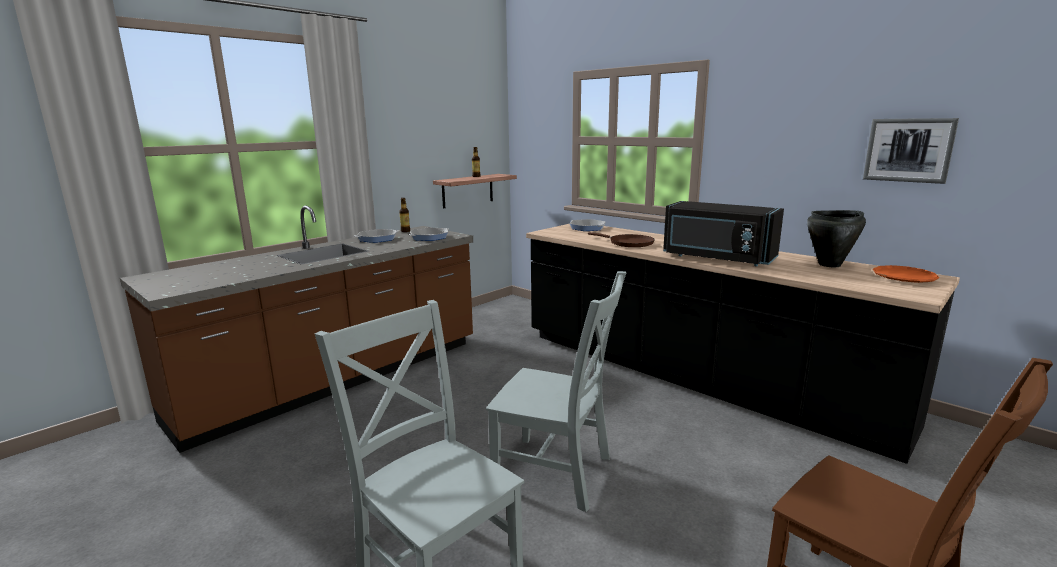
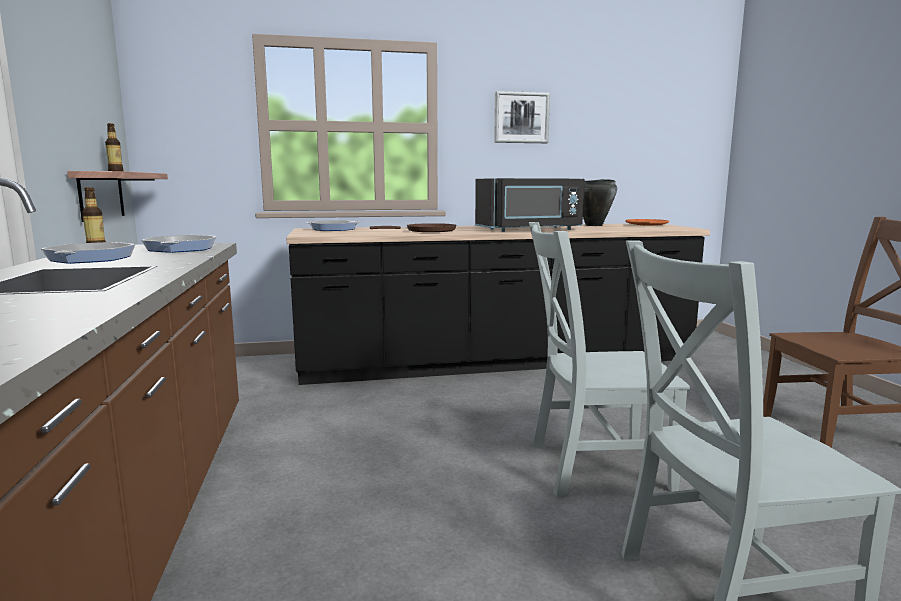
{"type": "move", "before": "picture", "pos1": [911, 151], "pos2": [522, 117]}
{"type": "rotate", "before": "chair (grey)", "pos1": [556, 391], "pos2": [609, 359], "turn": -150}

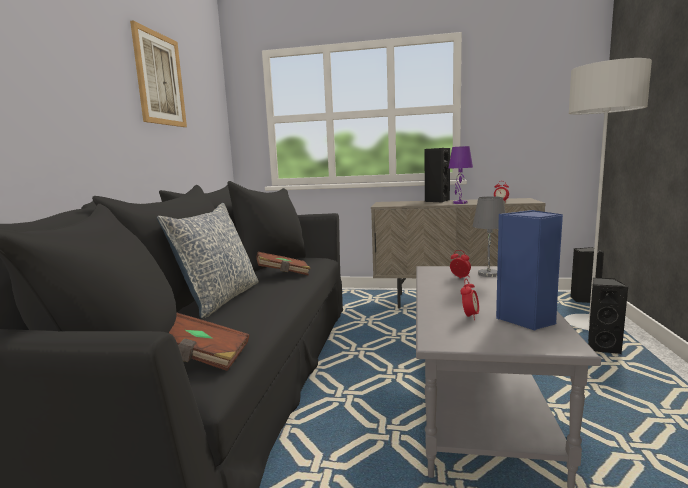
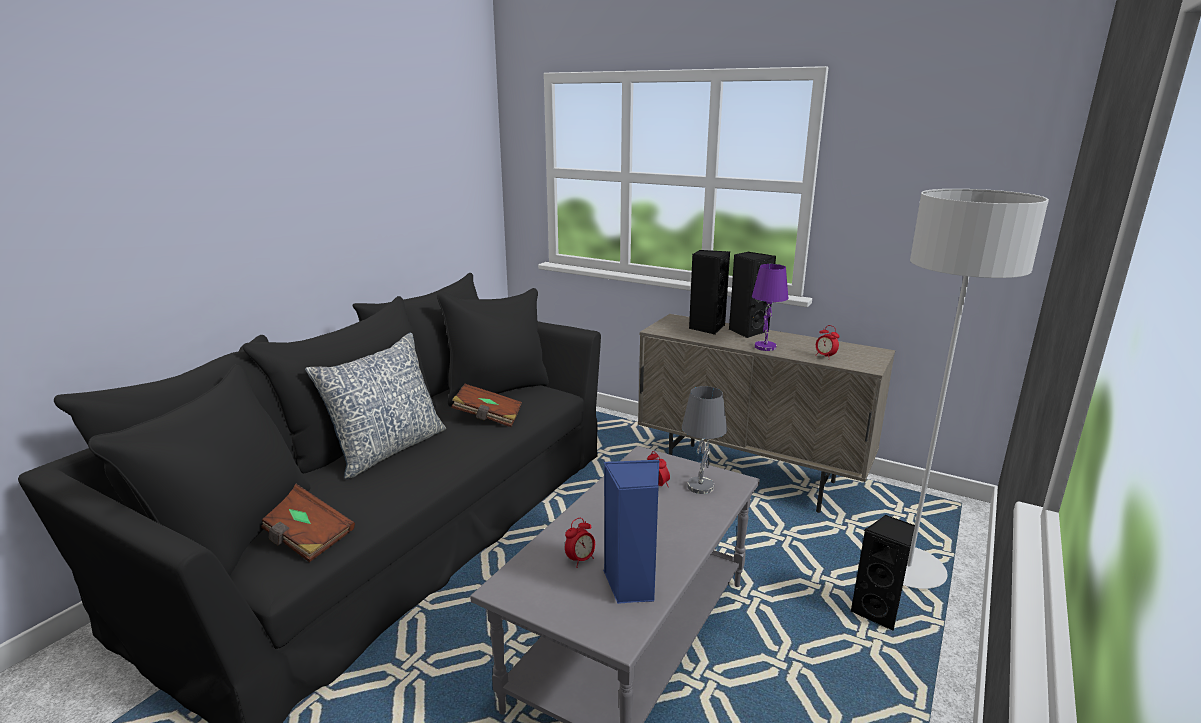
{"type": "move", "before": "speaker (black)", "pos1": [587, 275], "pos2": [709, 292]}
{"type": "delete", "before": "picture", "pos1": [158, 74]}

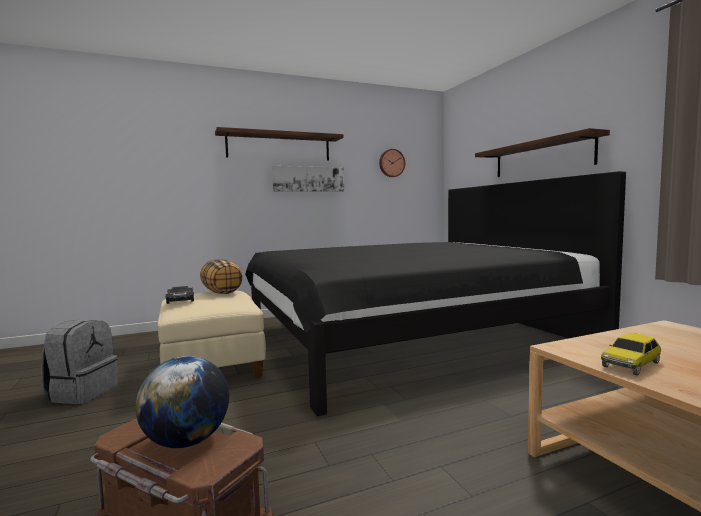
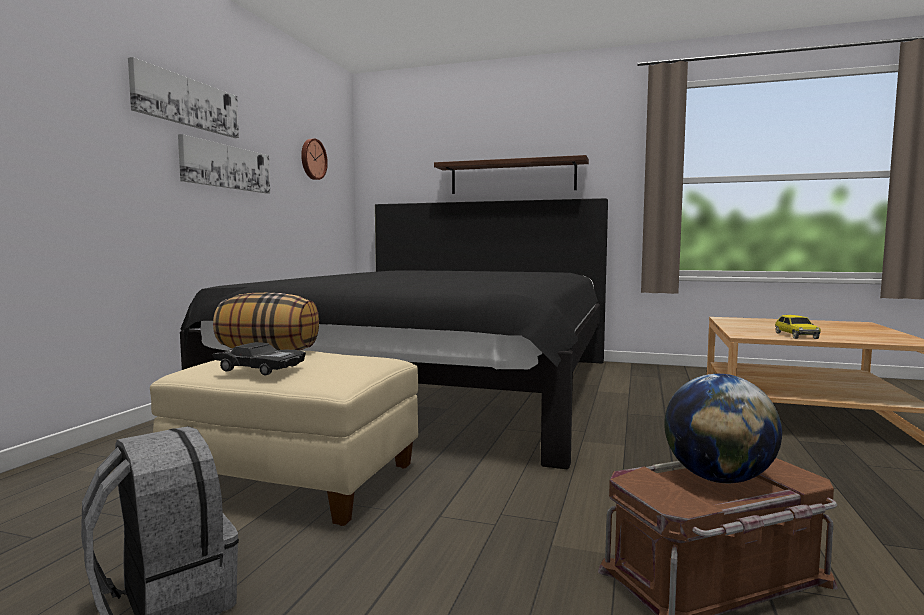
{"type": "replace", "before": "shelf", "after": "picture", "pos1": [279, 144], "pos2": [183, 97]}

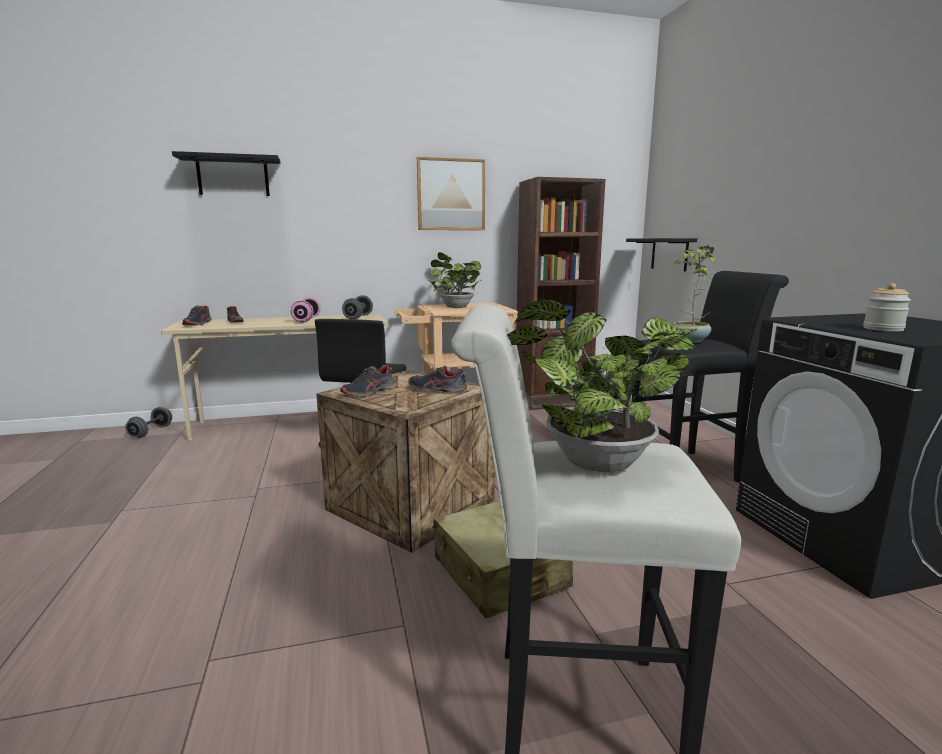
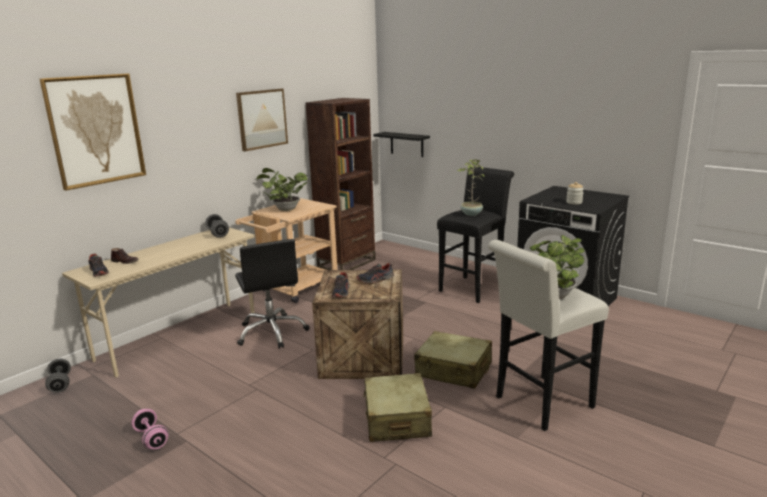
{"type": "replace", "before": "shelf (black)", "after": "picture", "pos1": [226, 173], "pos2": [93, 132]}
{"type": "move", "before": "dumbbell (pink)", "pos1": [306, 310], "pos2": [149, 429]}
{"type": "insert", "after": "suitcase (beige)", "pos2": [397, 407]}

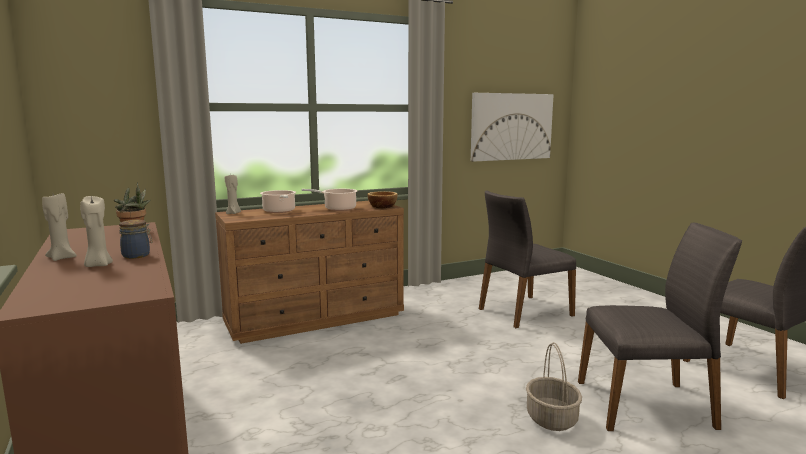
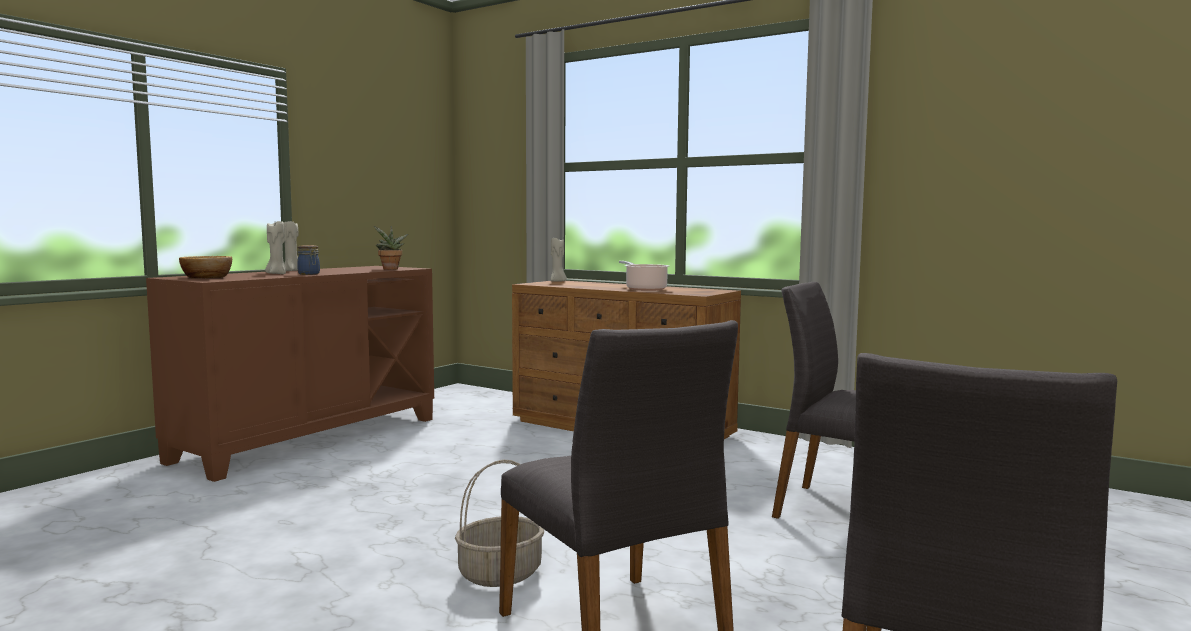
{"type": "move", "before": "bowl", "pos1": [382, 199], "pos2": [205, 267]}
{"type": "delete", "before": "cooking pot", "pos1": [278, 201]}
{"type": "delete", "before": "picture", "pos1": [512, 127]}

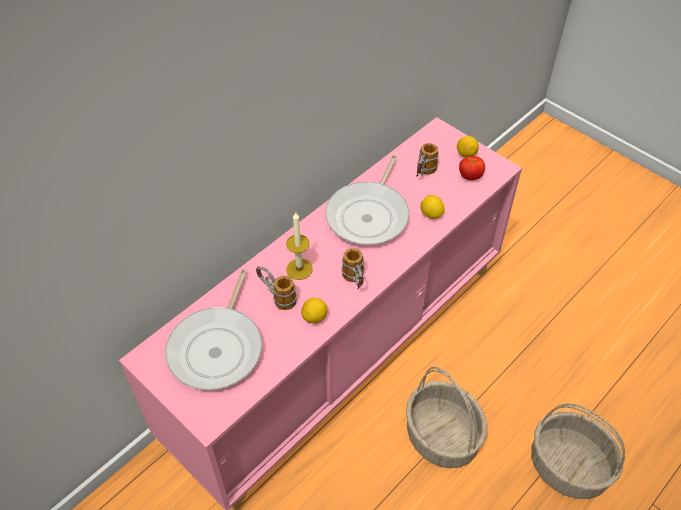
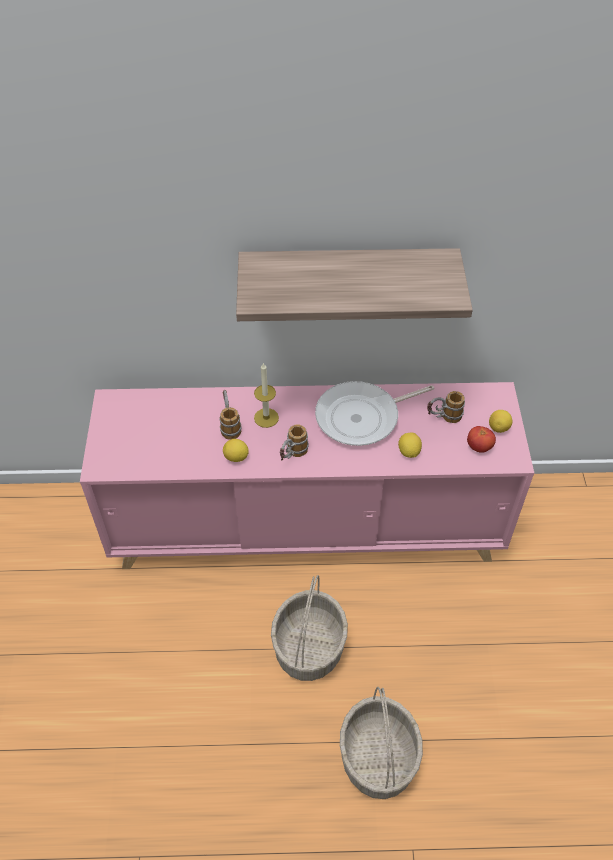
{"type": "insert", "after": "shelf", "pos2": [354, 284]}
{"type": "delete", "before": "frying pan", "pos1": [213, 329]}

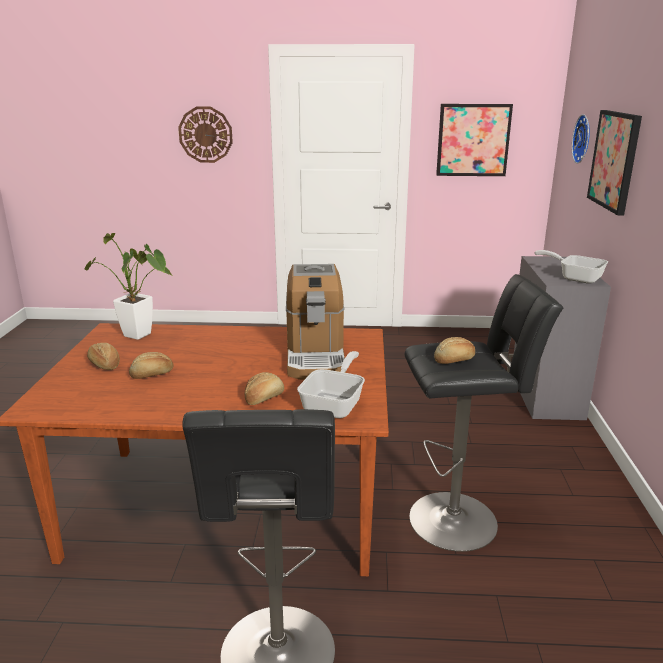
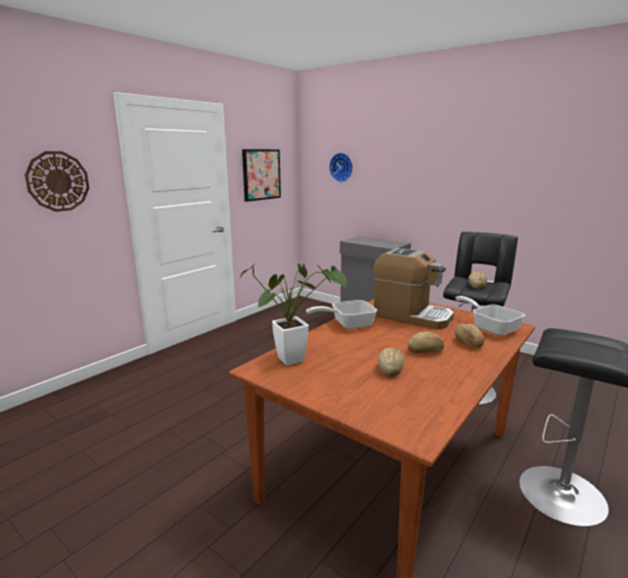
{"type": "move", "before": "frying pan", "pos1": [571, 267], "pos2": [341, 314]}
{"type": "move", "before": "bread", "pos1": [103, 356], "pos2": [426, 342]}
{"type": "delete", "before": "picture", "pos1": [614, 162]}

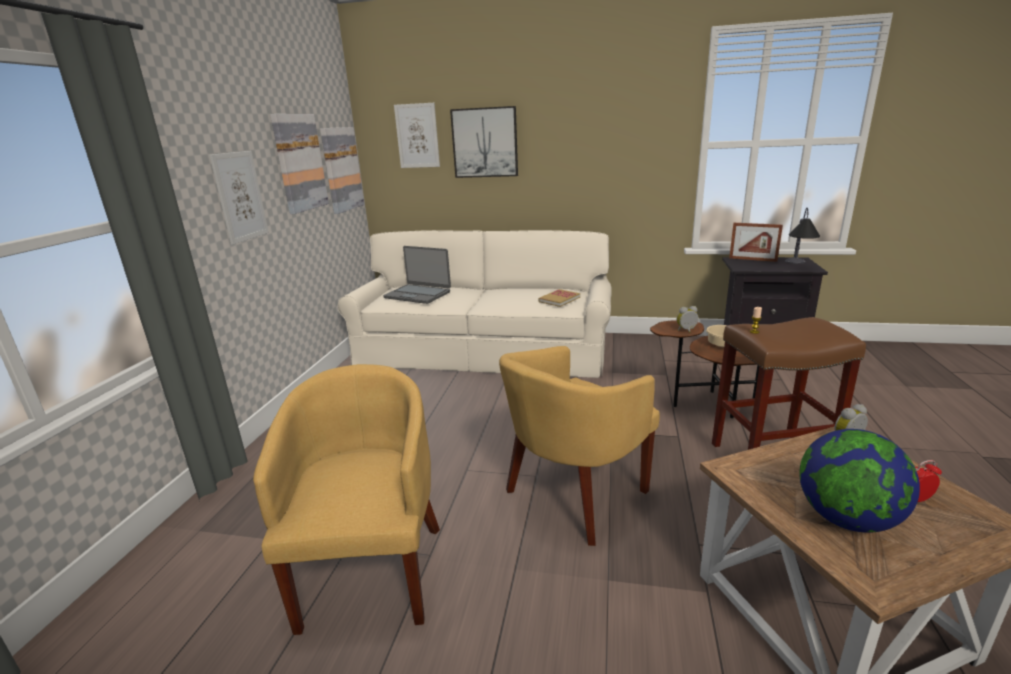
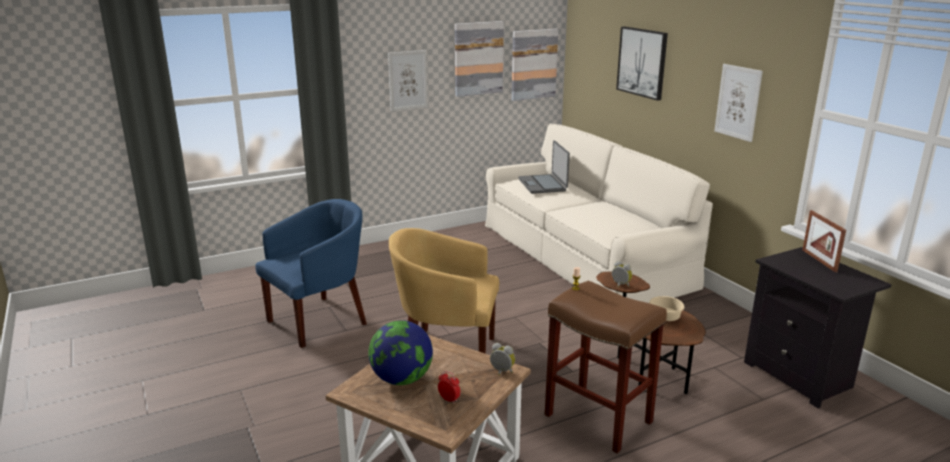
{"type": "recolor", "before": "armchair (yellow)", "after": "armchair (blue)", "pos1": [346, 499], "pos2": [311, 273]}
{"type": "move", "before": "picture", "pos1": [417, 135], "pos2": [738, 103]}
{"type": "delete", "before": "book", "pos1": [559, 298]}
{"type": "delete", "before": "table lamp", "pos1": [802, 236]}

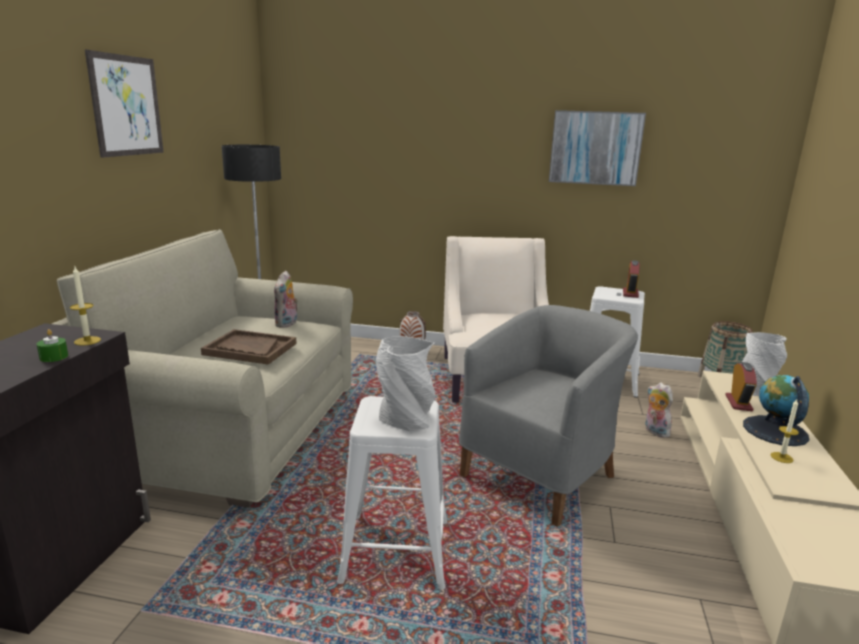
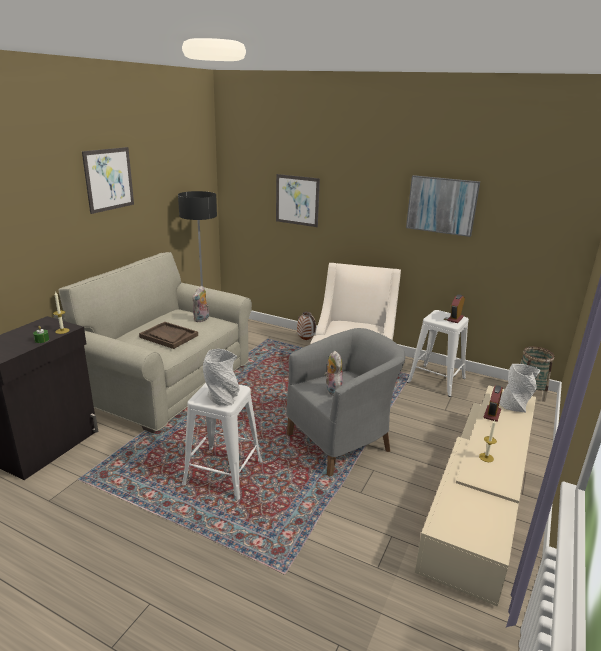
{"type": "insert", "after": "picture", "pos2": [298, 200]}
{"type": "move", "before": "plush toy", "pos1": [659, 410], "pos2": [333, 373]}
{"type": "delete", "before": "globe", "pos1": [776, 410]}

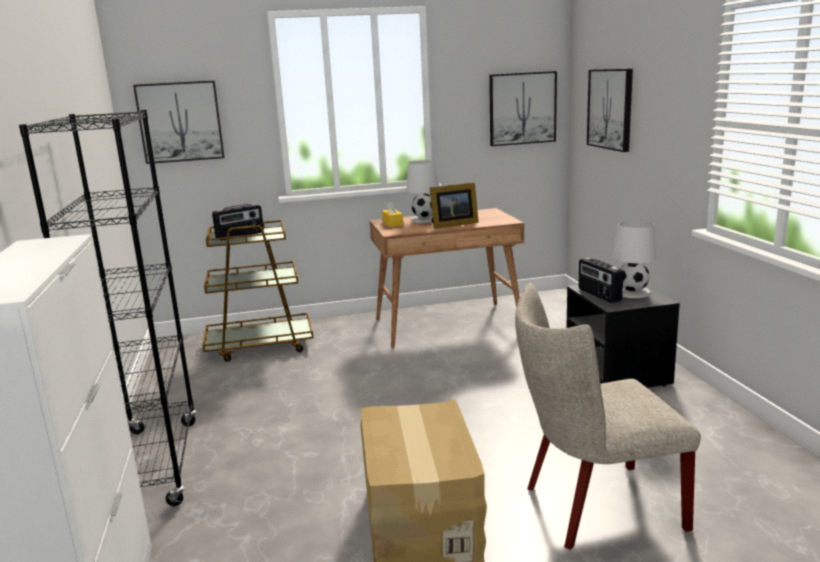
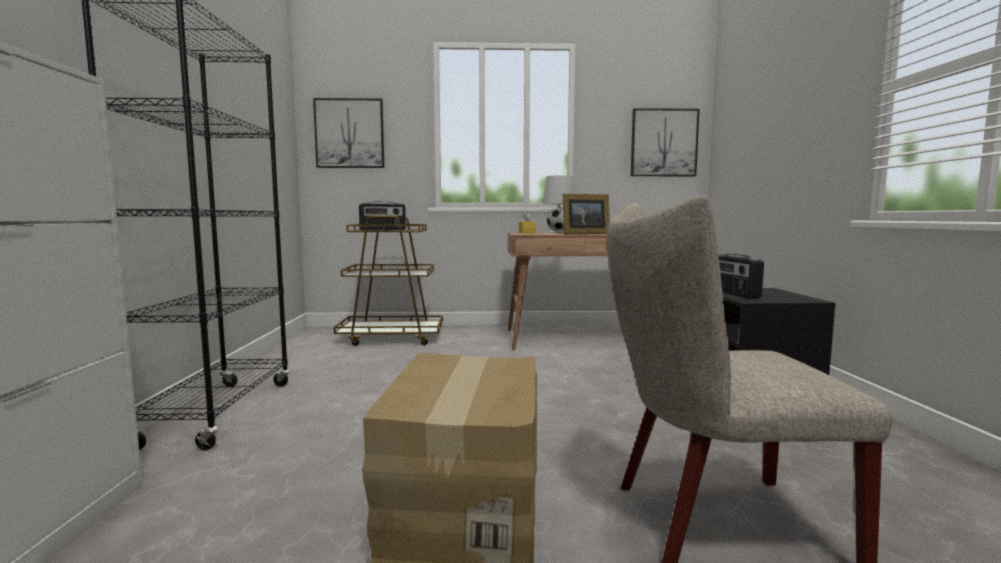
{"type": "delete", "before": "picture", "pos1": [610, 110]}
{"type": "delete", "before": "table lamp (white)", "pos1": [634, 259]}

